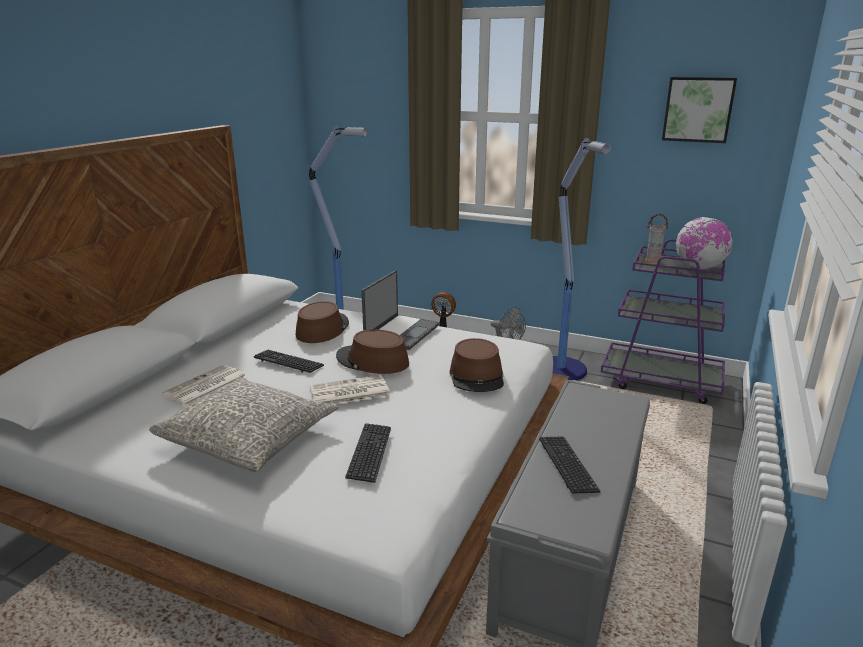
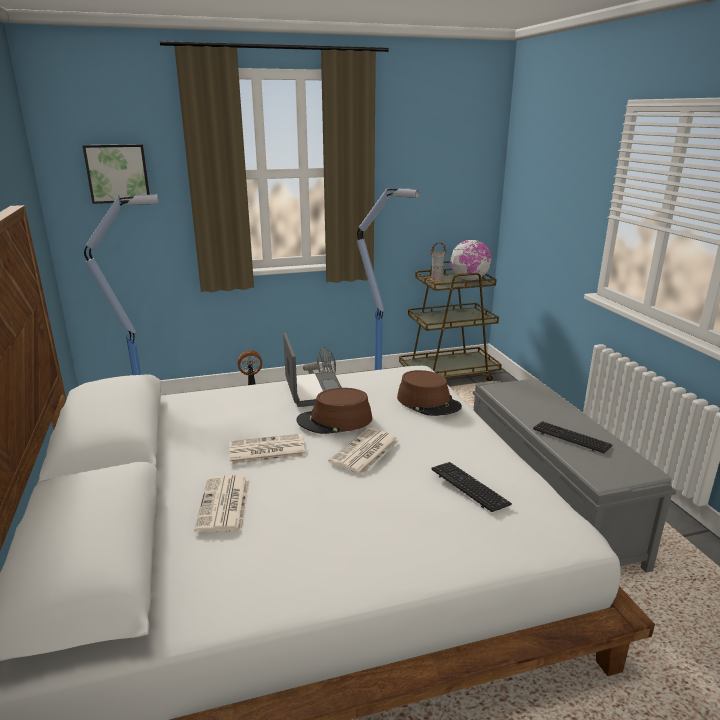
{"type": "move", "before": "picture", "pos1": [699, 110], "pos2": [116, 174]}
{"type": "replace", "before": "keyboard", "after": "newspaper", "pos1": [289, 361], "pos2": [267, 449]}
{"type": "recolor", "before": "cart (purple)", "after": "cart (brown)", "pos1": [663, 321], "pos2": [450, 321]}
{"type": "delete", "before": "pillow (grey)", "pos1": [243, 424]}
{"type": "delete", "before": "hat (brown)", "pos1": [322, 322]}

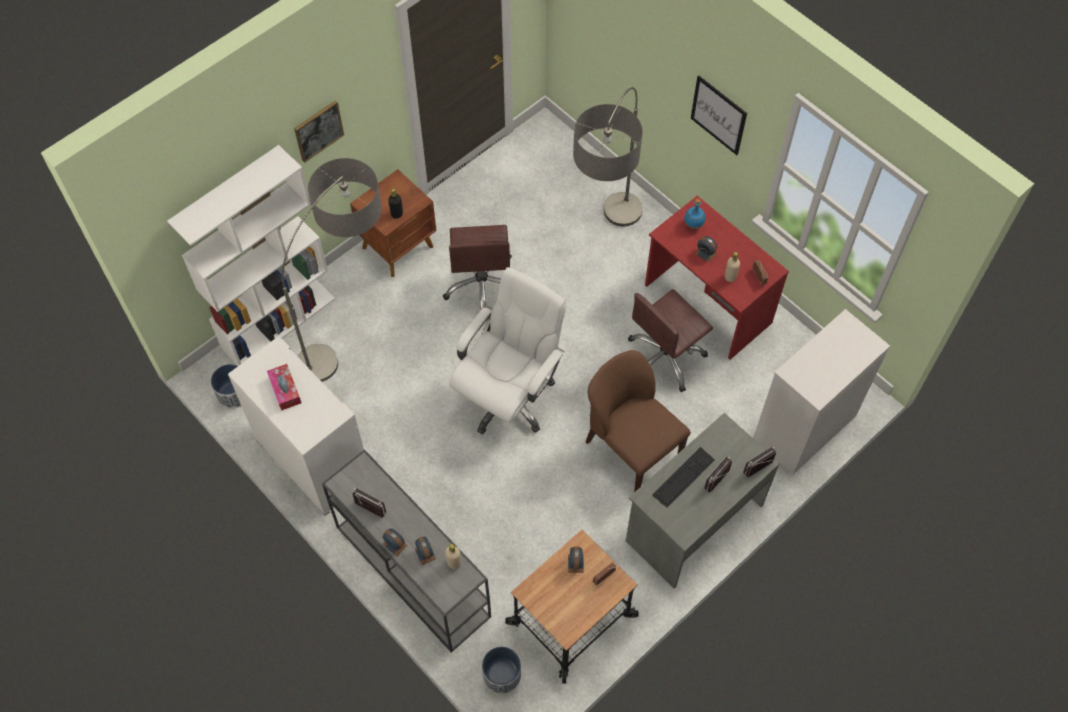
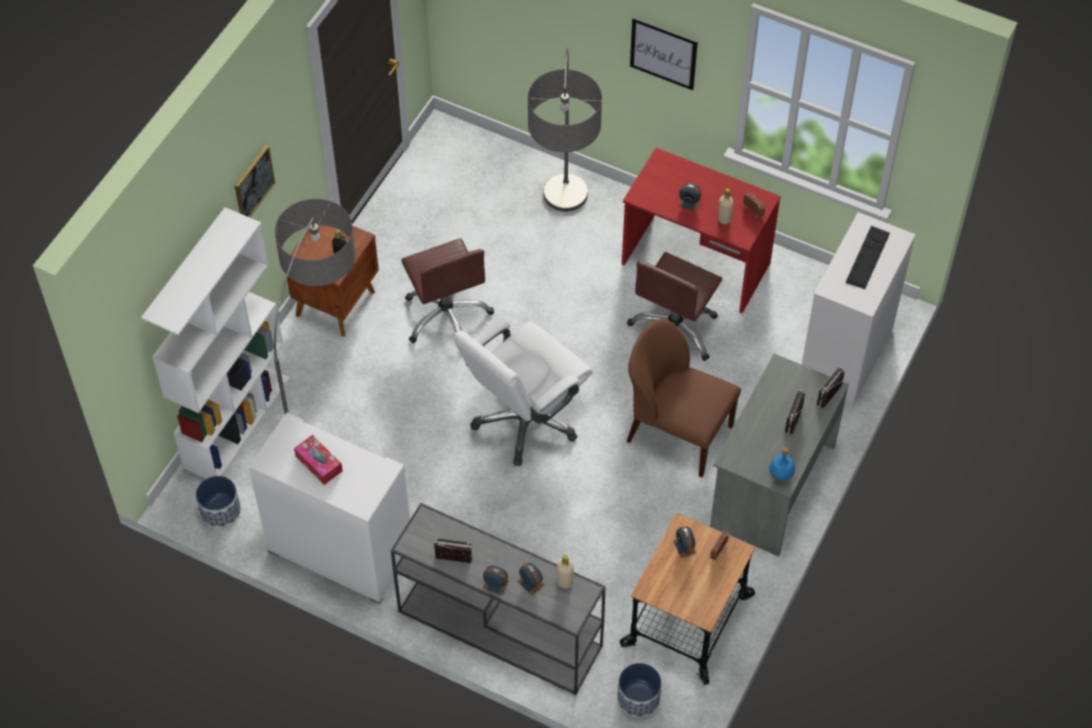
{"type": "rotate", "before": "office chair (white)", "pos1": [507, 350], "pos2": [523, 393], "turn": -150}
{"type": "move", "before": "bottle (blue)", "pos1": [694, 214], "pos2": [782, 464]}
{"type": "move", "before": "keyboard", "pos1": [684, 477], "pos2": [868, 257]}

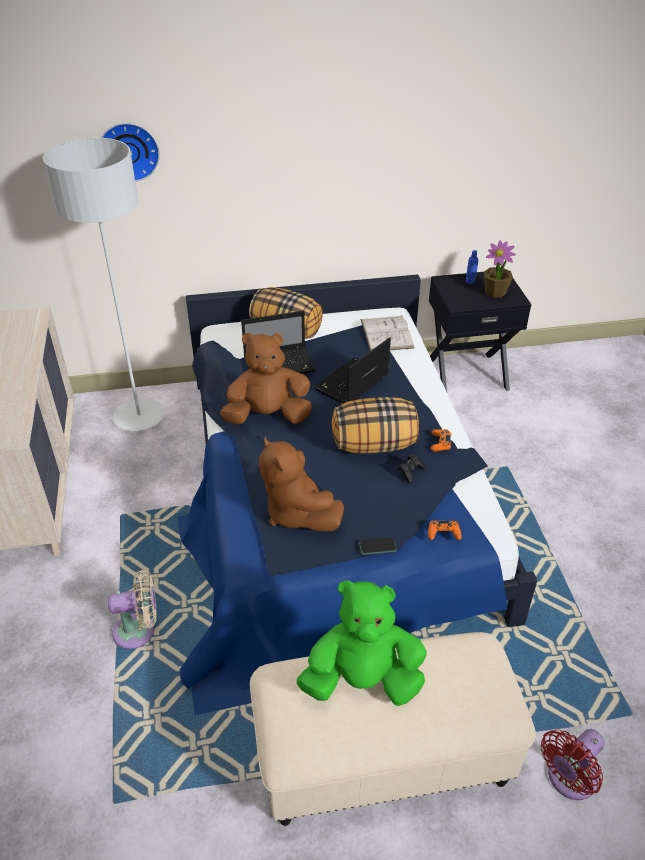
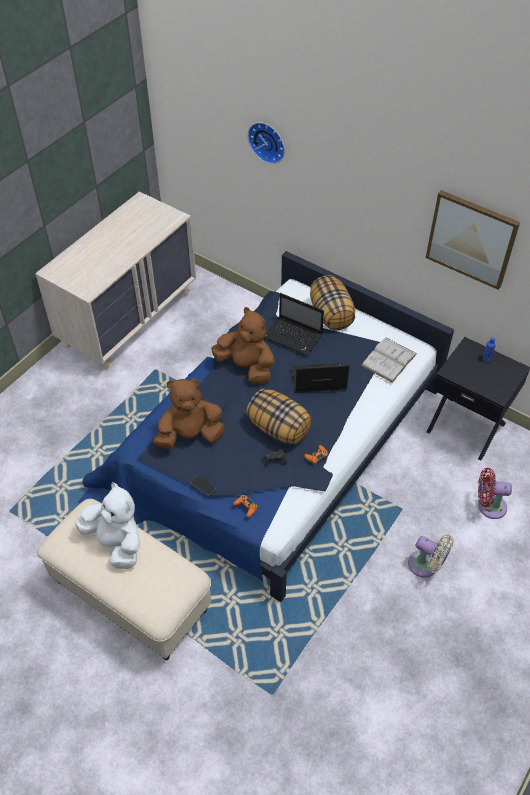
{"type": "recolor", "before": "plush toy (green)", "after": "plush toy (white)", "pos1": [361, 643], "pos2": [107, 525]}
{"type": "rotate", "before": "plush toy (brown)", "pos1": [301, 484], "pos2": [189, 414], "turn": 60}
{"type": "move", "before": "fan (beige)", "pos1": [132, 609], "pos2": [431, 555]}
{"type": "insert", "after": "picture", "pos2": [473, 240]}
{"type": "move", "before": "fan (red)", "pos1": [573, 764], "pos2": [495, 493]}
{"type": "delete", "before": "floor lamp (grey)", "pos1": [104, 284]}
{"type": "delete", "before": "potted plant", "pos1": [500, 269]}

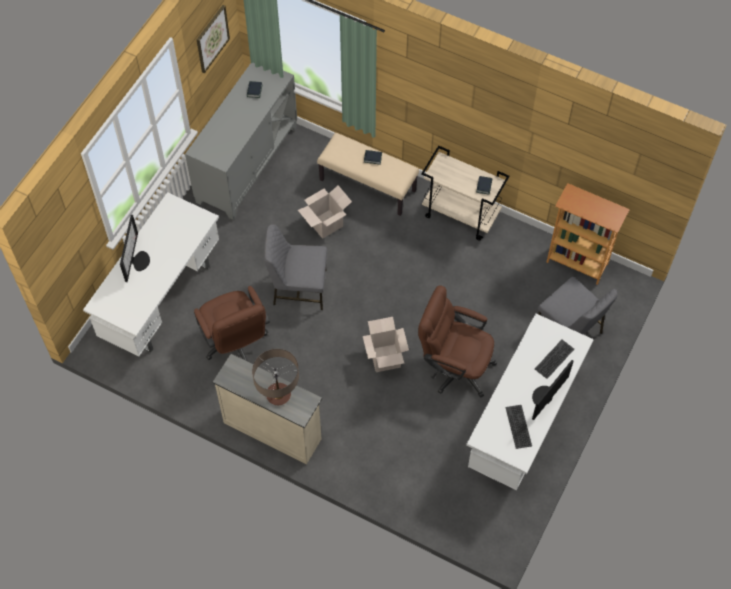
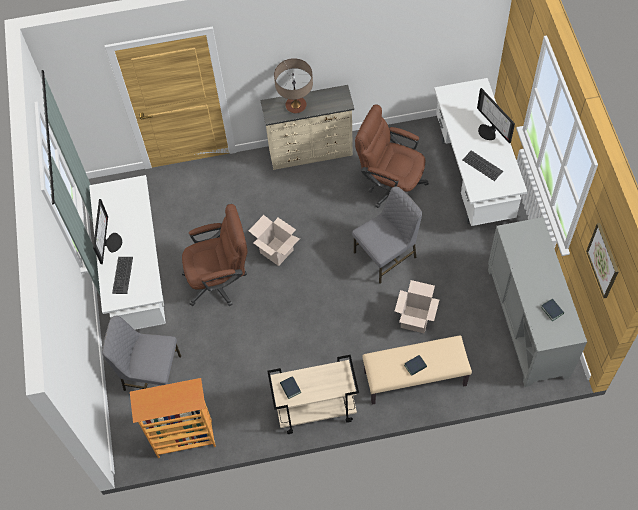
{"type": "move", "before": "keyboard", "pos1": [518, 427], "pos2": [482, 165]}

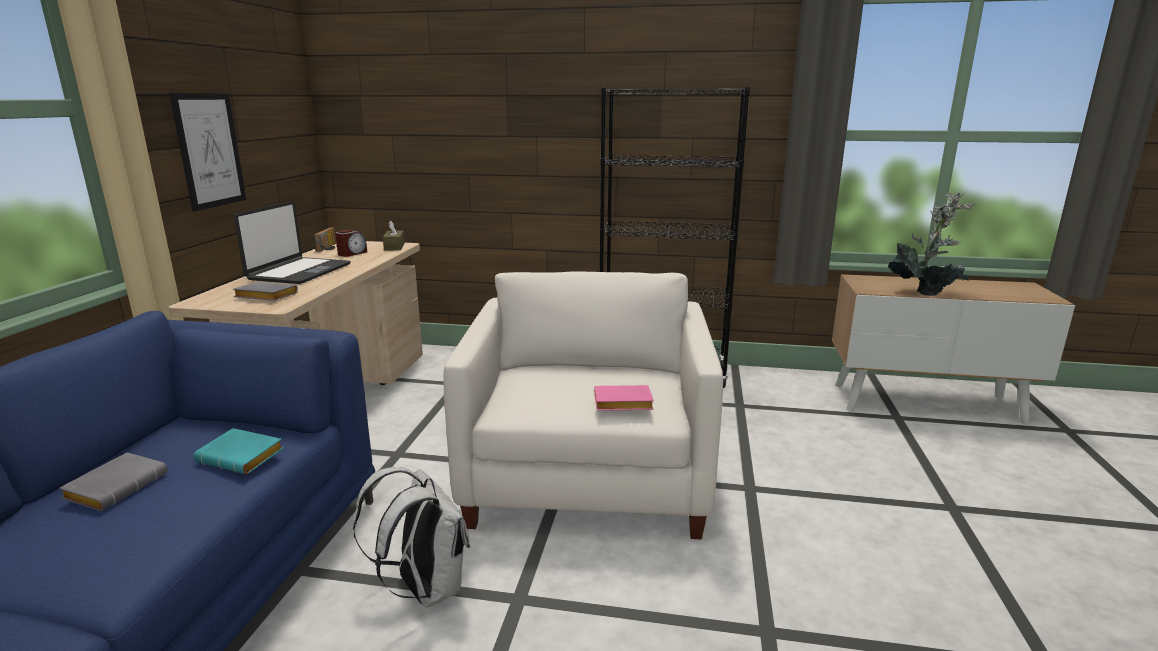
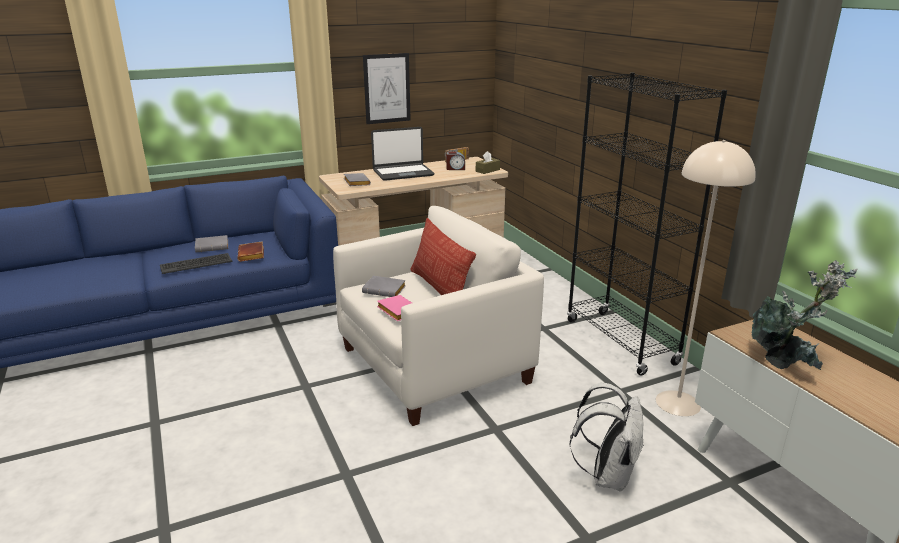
{"type": "insert", "after": "keyboard", "pos2": [196, 263]}
{"type": "recolor", "before": "book (turquoise)", "after": "book (brown)", "pos1": [238, 451], "pos2": [251, 251]}
{"type": "insert", "after": "book (grey)", "pos2": [384, 286]}
{"type": "insert", "after": "pillow", "pos2": [443, 256]}
{"type": "move", "before": "backpack (white)", "pos1": [411, 537], "pos2": [607, 437]}
{"type": "insert", "after": "floor lamp (beige)", "pos2": [706, 278]}

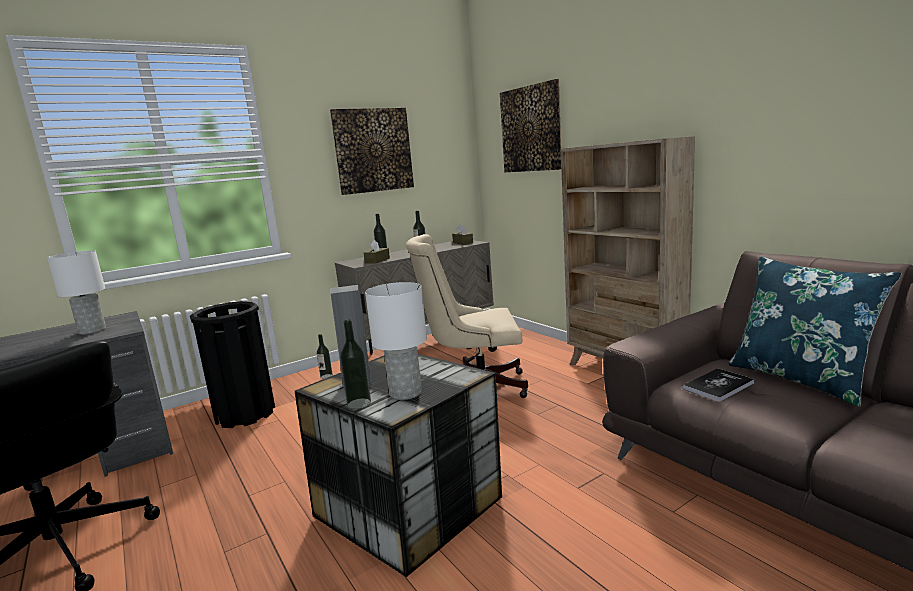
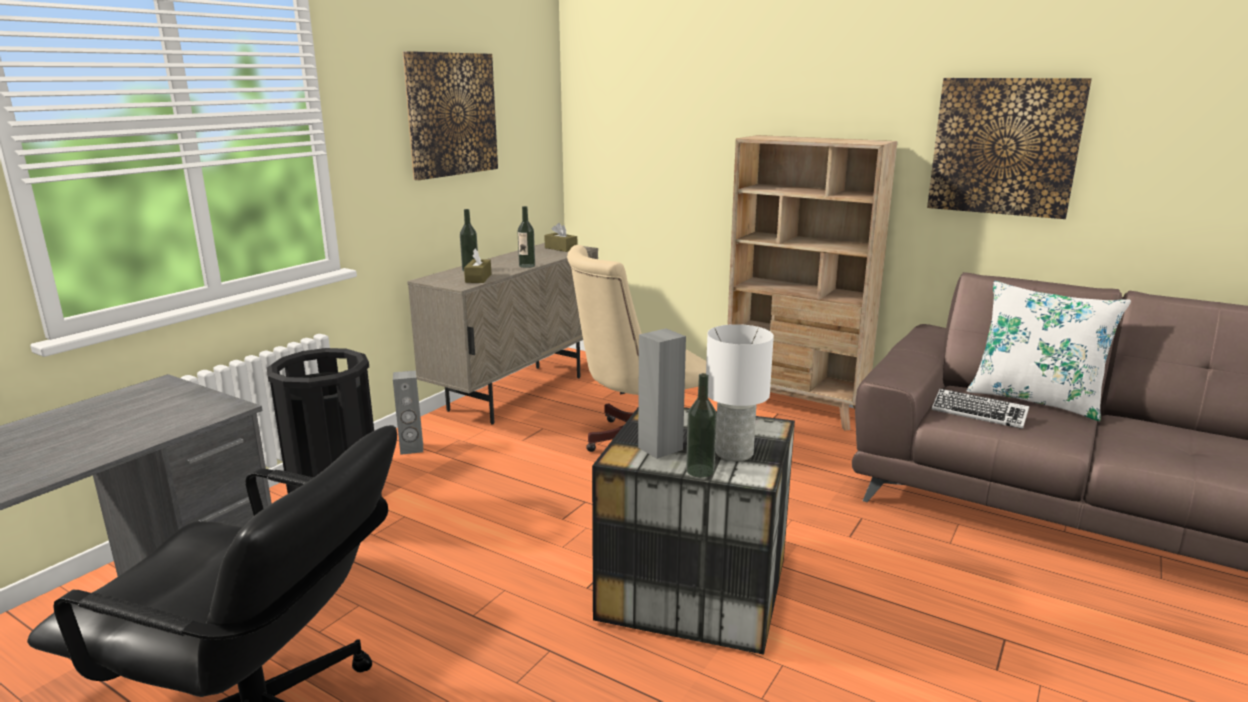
{"type": "replace", "before": "bottle", "after": "speaker (grey)", "pos1": [325, 356], "pos2": [408, 412]}
{"type": "move", "before": "picture", "pos1": [530, 125], "pos2": [1009, 148]}
{"type": "replace", "before": "book", "after": "keyboard", "pos1": [718, 385], "pos2": [980, 409]}
{"type": "recolor", "before": "pillow (blue)", "after": "pillow (white)", "pos1": [815, 332], "pos2": [1049, 351]}
{"type": "delete", "before": "table lamp (white)", "pos1": [76, 292]}

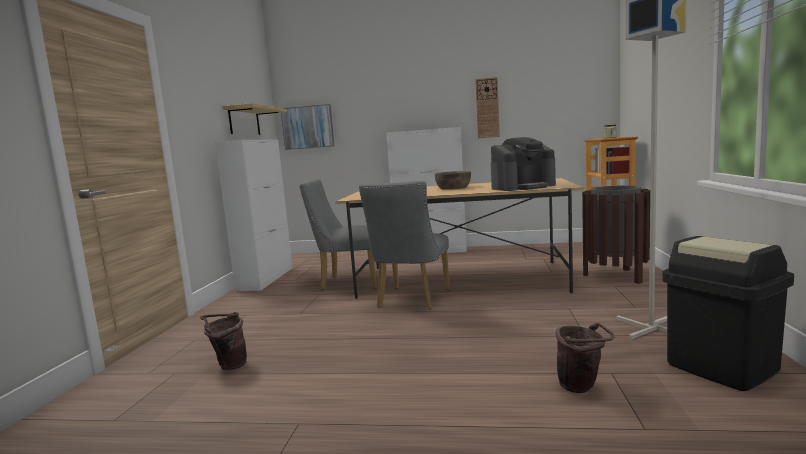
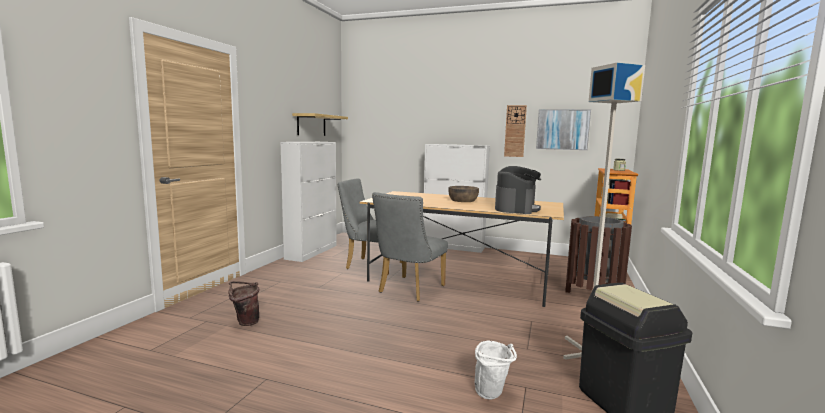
{"type": "recolor", "before": "bucket (brown)", "after": "bucket (white)", "pos1": [585, 357], "pos2": [496, 370]}
{"type": "rotate", "before": "coffee machine", "pos1": [523, 164], "pos2": [518, 190], "turn": -60}
{"type": "move", "before": "picture", "pos1": [307, 127], "pos2": [563, 129]}

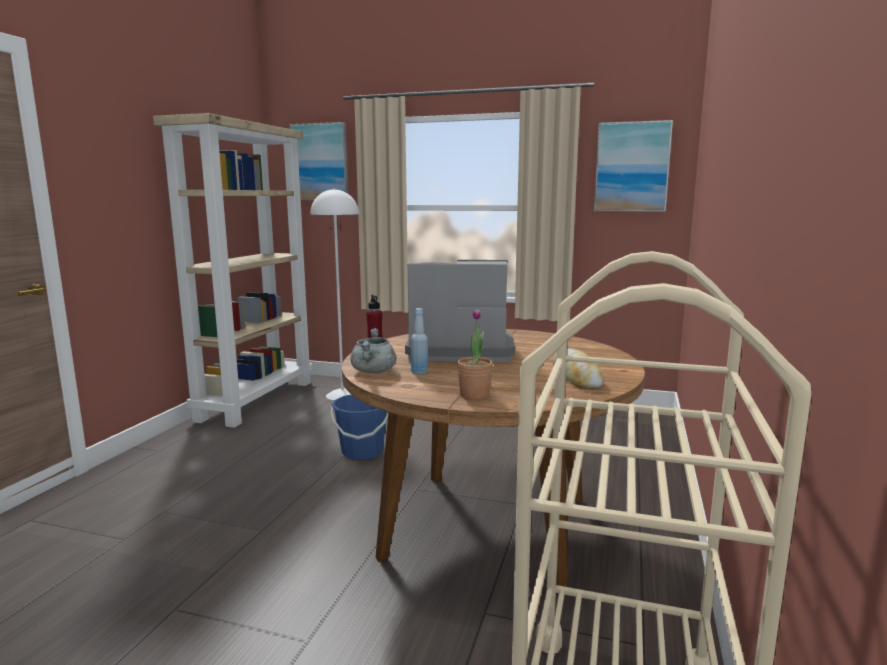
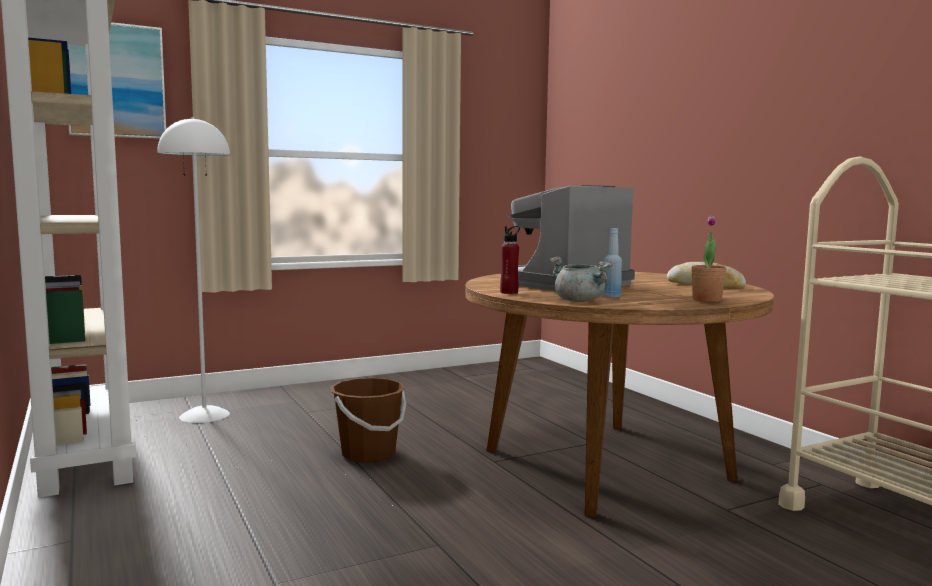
{"type": "recolor", "before": "bucket (blue)", "after": "bucket (brown)", "pos1": [359, 427], "pos2": [368, 420]}
{"type": "delete", "before": "picture", "pos1": [633, 166]}

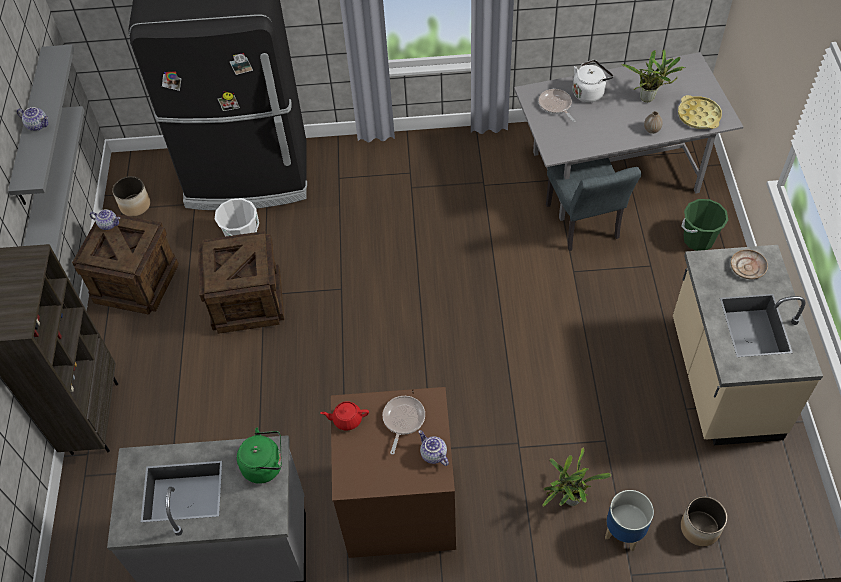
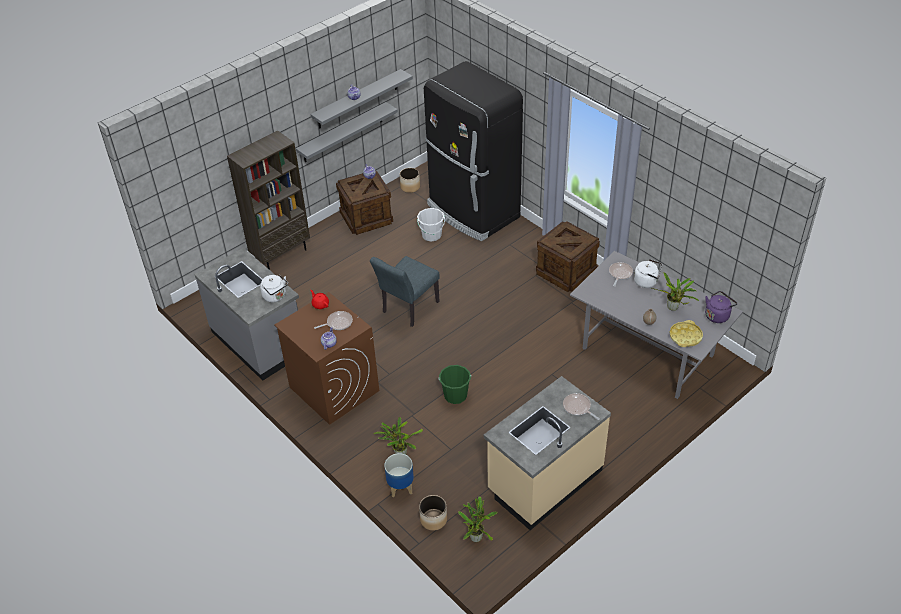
{"type": "recolor", "before": "kettle (green)", "after": "kettle (white)", "pos1": [259, 456], "pos2": [274, 288]}
{"type": "move", "before": "chair (grey)", "pos1": [594, 204], "pos2": [405, 291]}
{"type": "move", "before": "bucket (green)", "pos1": [705, 225], "pos2": [454, 384]}
{"type": "insert", "after": "potted plant", "pos2": [478, 519]}
{"type": "move", "before": "crate", "pos1": [241, 282], "pos2": [568, 256]}
{"type": "replace", "before": "plate (beige)", "after": "frying pan", "pos1": [749, 264], "pos2": [581, 406]}
{"type": "insert", "after": "kettle (purple)", "pos2": [721, 307]}

